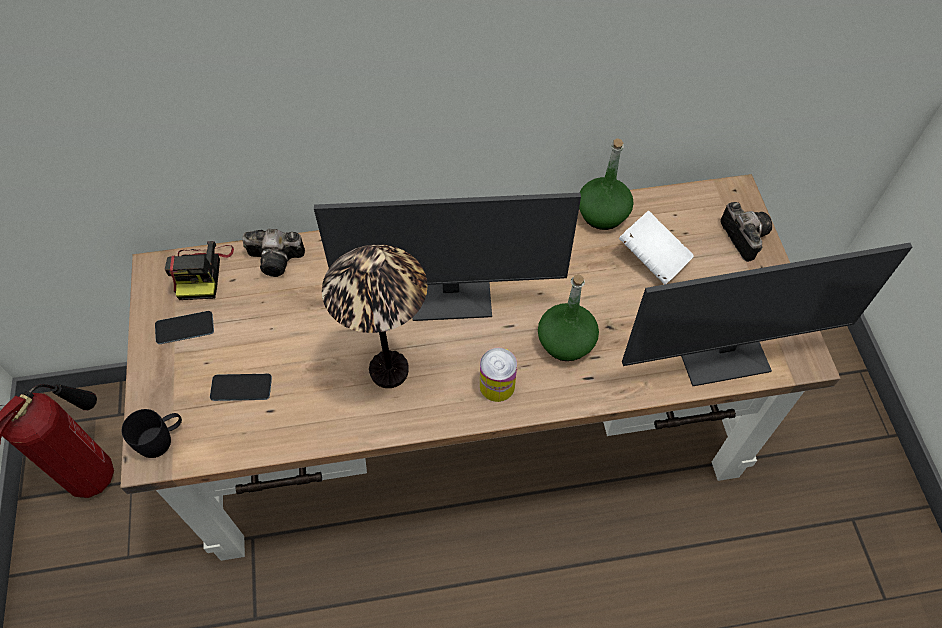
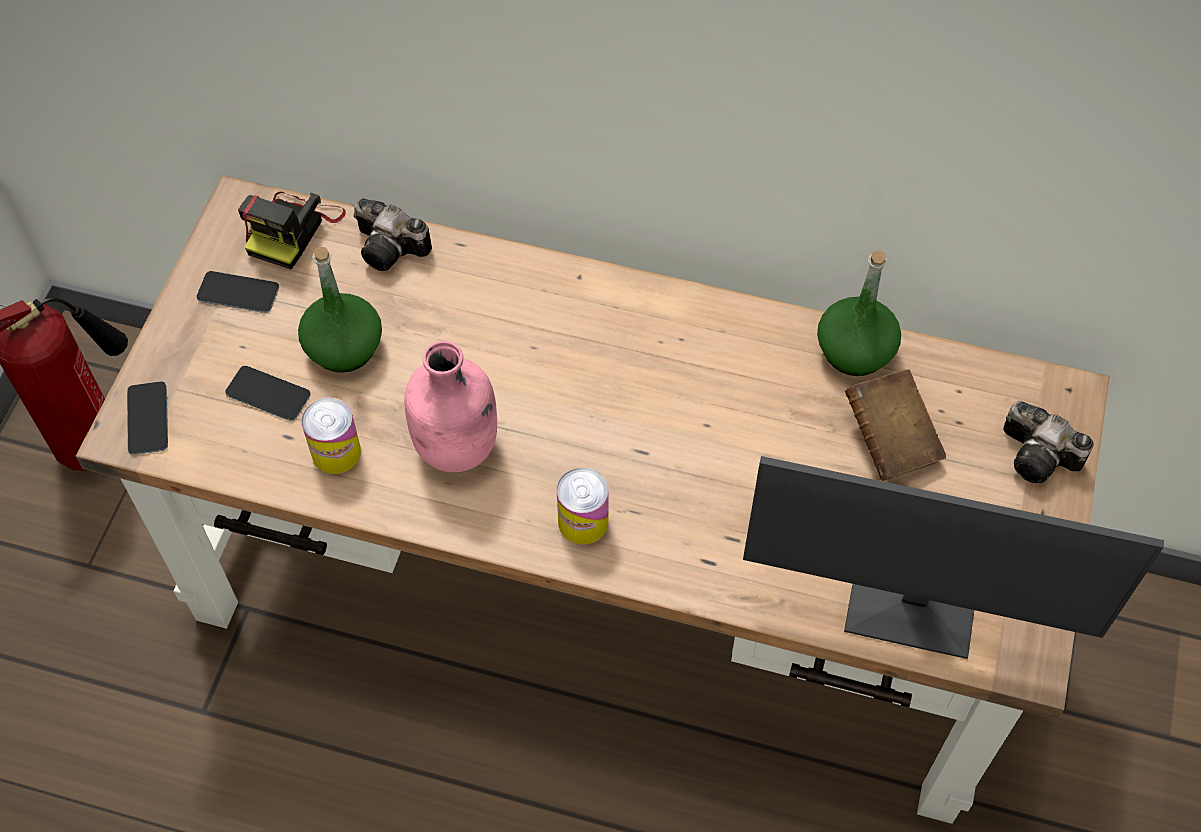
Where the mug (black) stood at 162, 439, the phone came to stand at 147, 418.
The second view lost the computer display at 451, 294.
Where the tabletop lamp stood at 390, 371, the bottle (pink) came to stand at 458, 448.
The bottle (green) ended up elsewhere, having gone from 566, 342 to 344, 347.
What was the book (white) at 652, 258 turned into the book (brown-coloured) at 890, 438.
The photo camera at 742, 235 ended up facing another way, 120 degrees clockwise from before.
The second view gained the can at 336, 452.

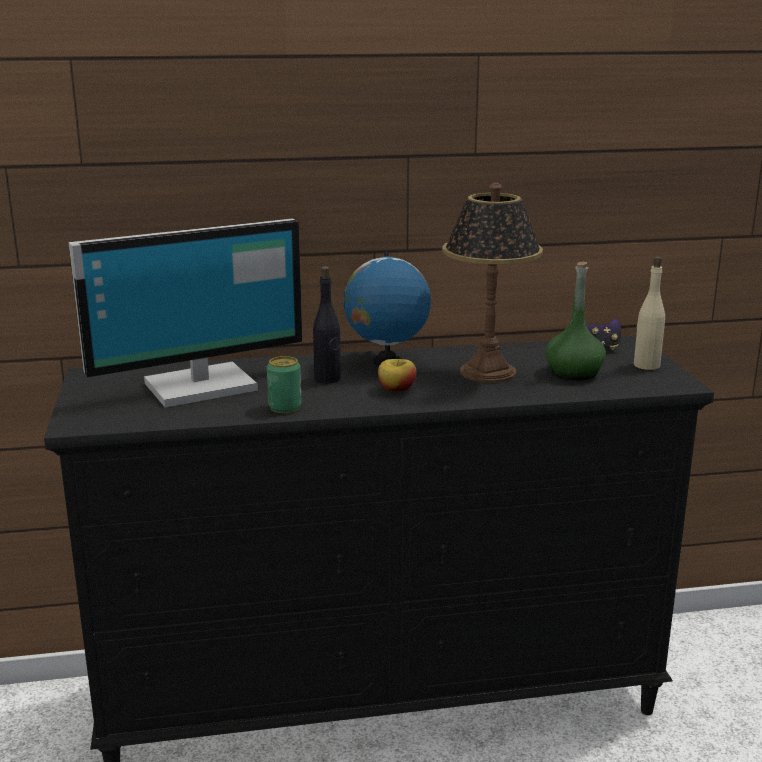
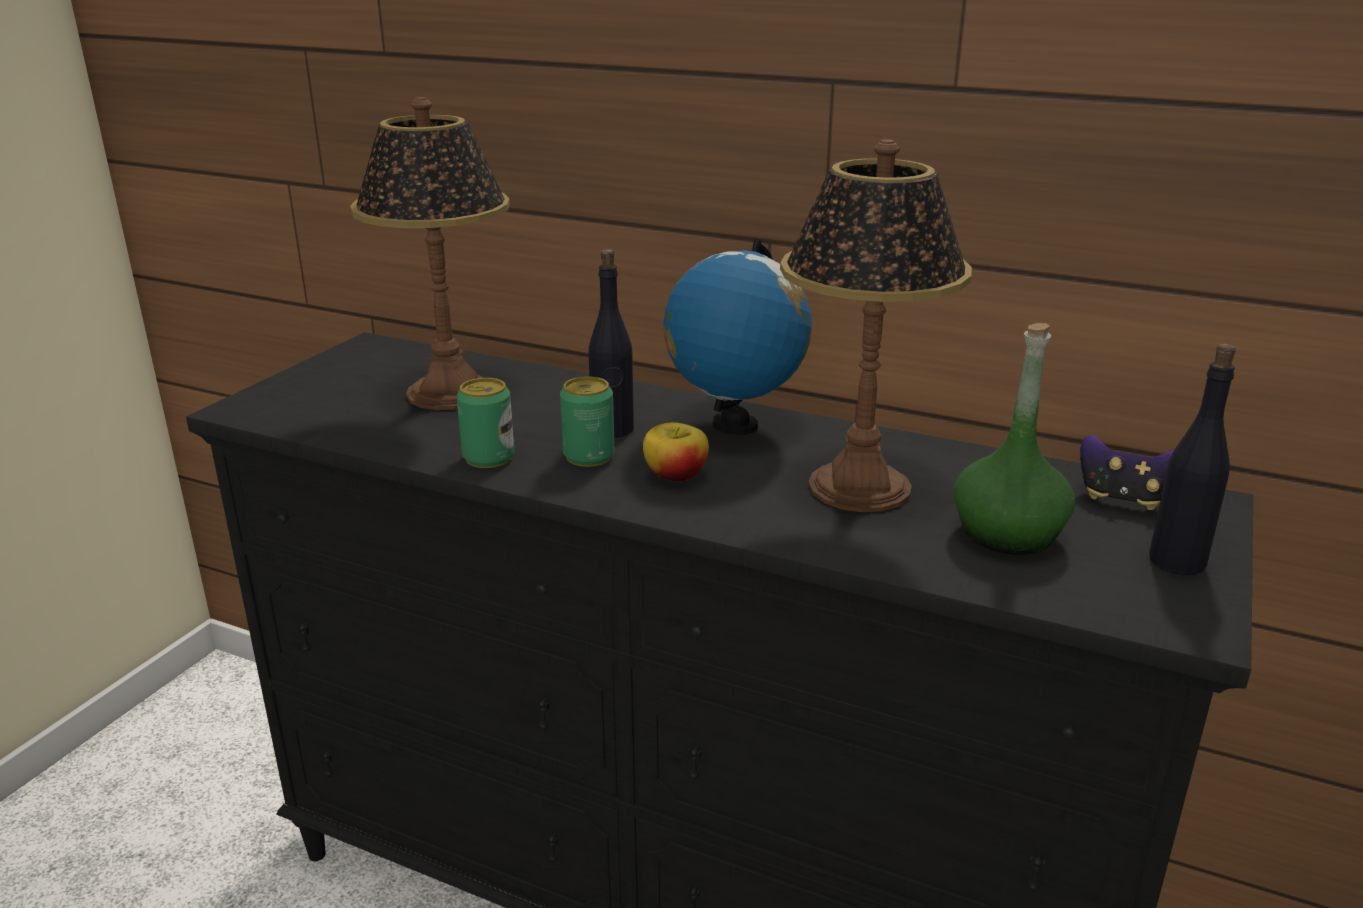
Where the computer display stood at 199, 385, the tabletop lamp came to stand at 450, 393.
What was the bottle (beige) at 646, 365 turned into the bottle (black) at 1176, 561.
The second view gained the can at 589, 456.

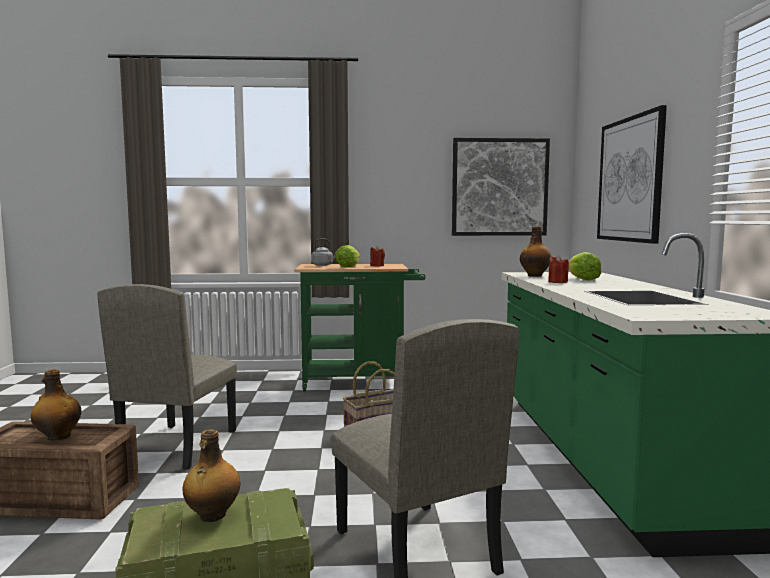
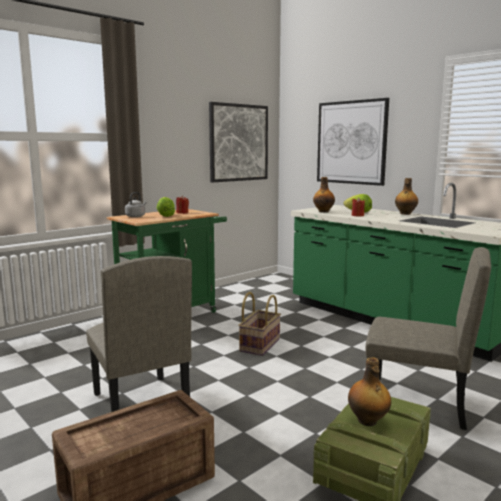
The bottle ended up elsewhere, having gone from 58, 437 to 405, 214.

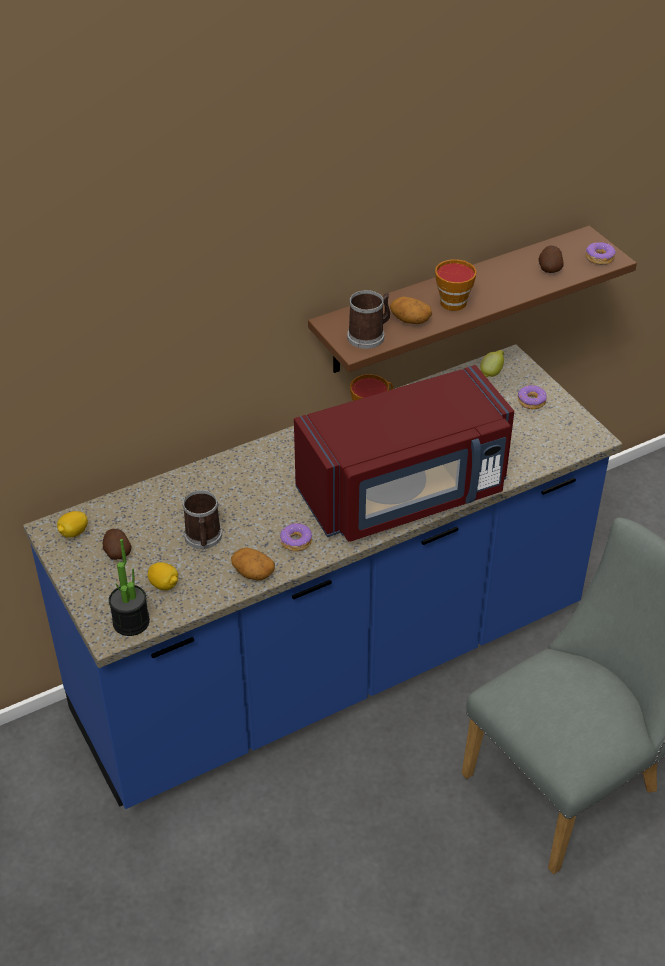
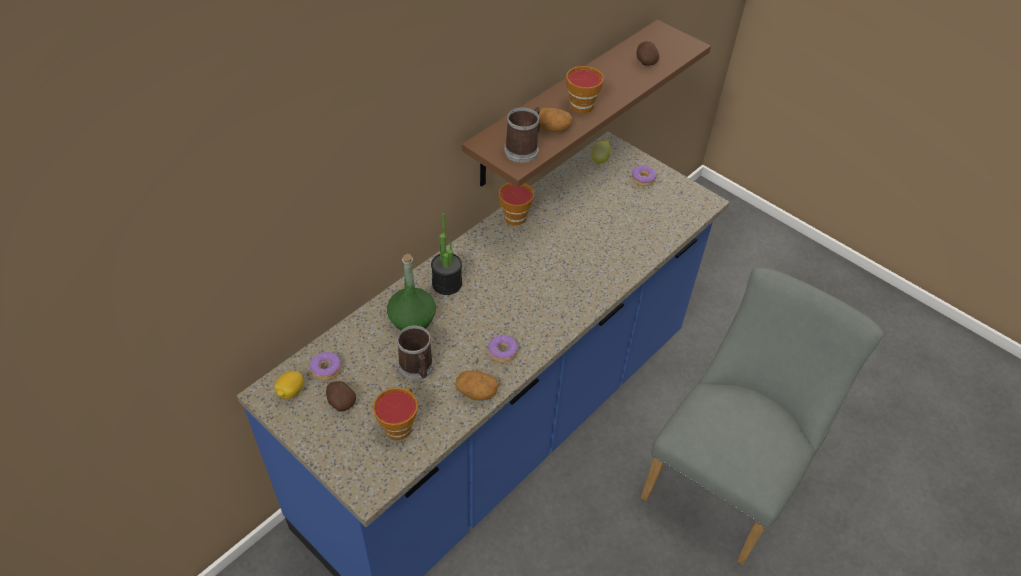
The plant in a pot ended up elsewhere, having gone from 131, 622 to 447, 284.
Where the citrus fruit stood at 164, 585, the cup came to stand at 399, 425.
The second view lost the kitchen microwave (red-coloured) at 405, 493.
The doughnut ended up elsewhere, having gone from 599, 258 to 326, 369.
The second view gained the bottle (green) at 412, 320.

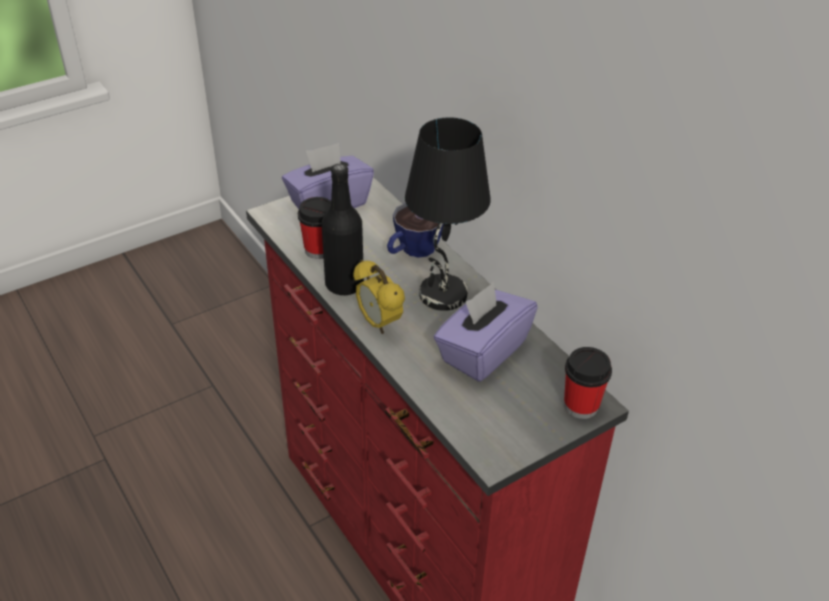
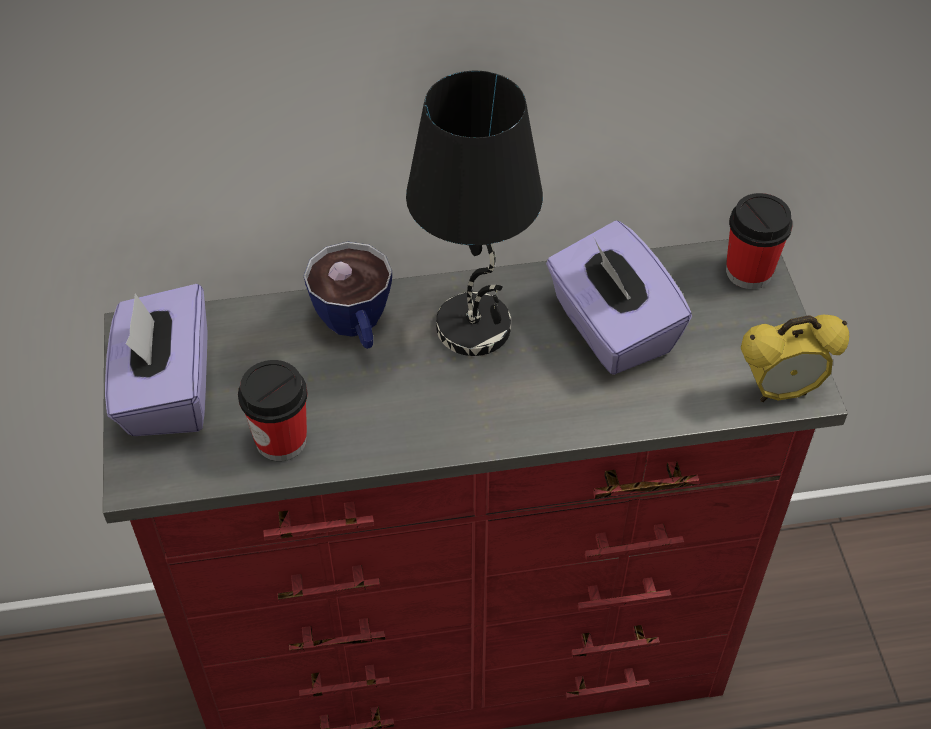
The second view lost the bottle (black) at 344, 284.
The table clock ended up elsewhere, having gone from 379, 323 to 780, 391.

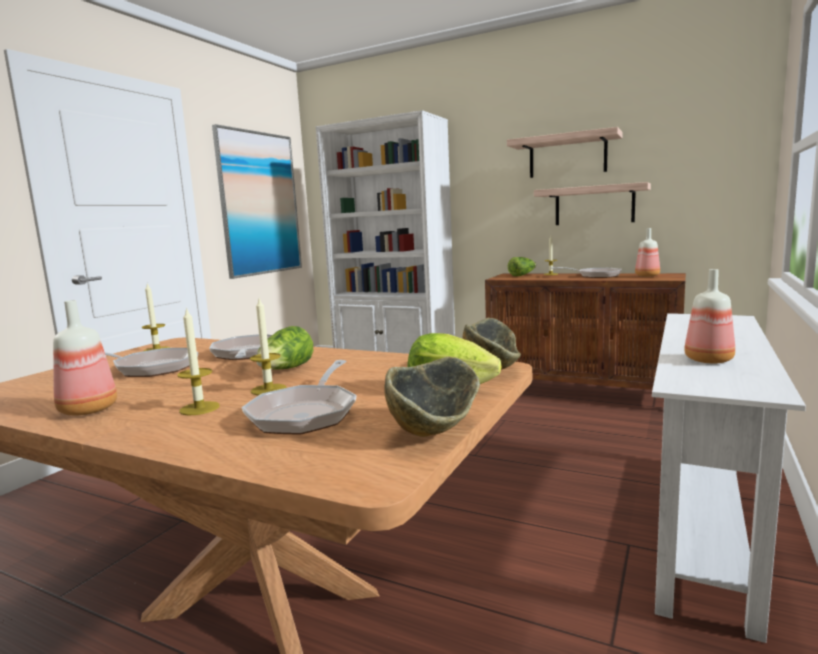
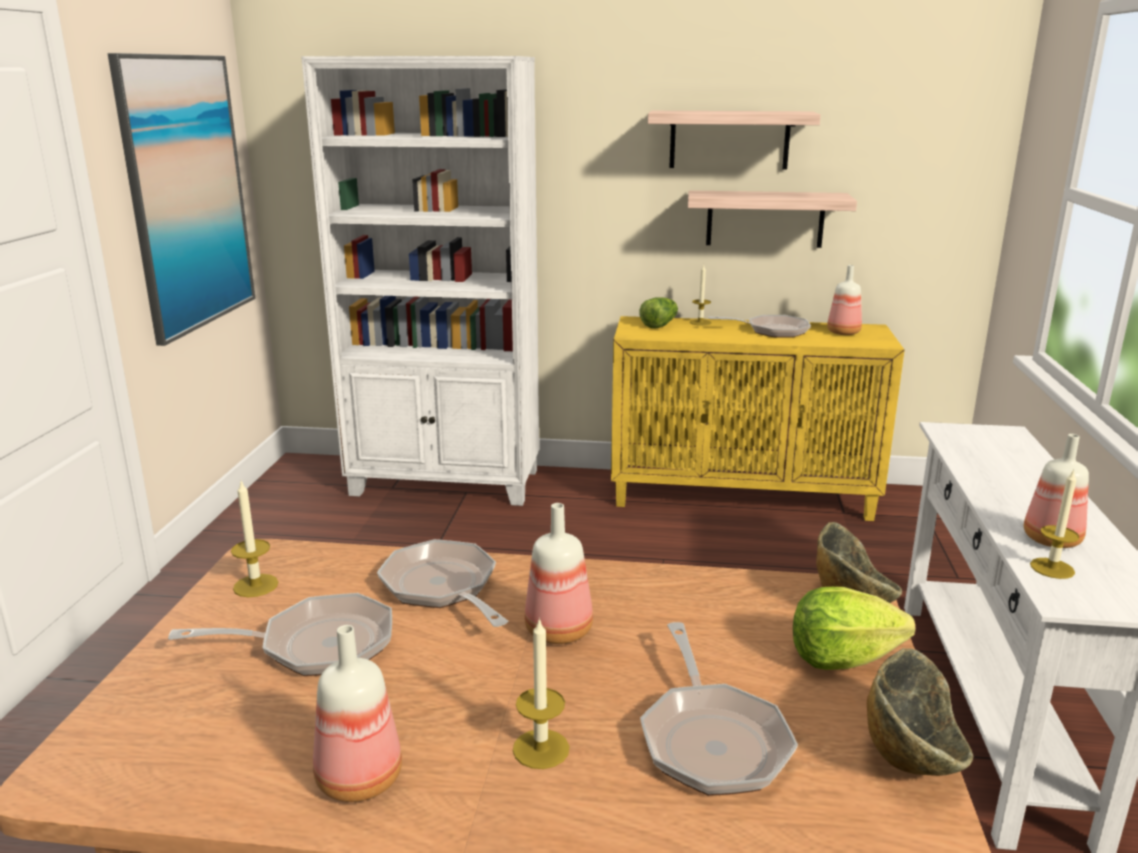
The candle ended up elsewhere, having gone from 268, 389 to 1052, 568.
Where the head of lettuce stood at 286, 370, the bottle came to stand at 560, 630.
What was the cupboard (brown-coloured) at 582, 393 turned into the cupboard (yellowish) at 742, 496.

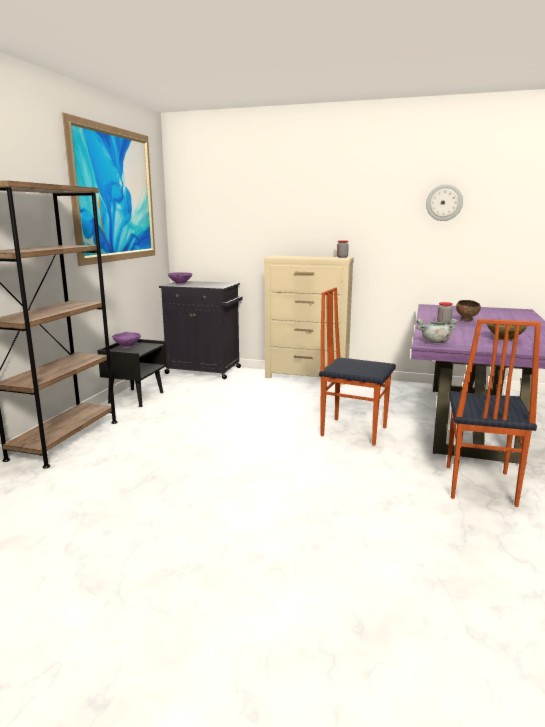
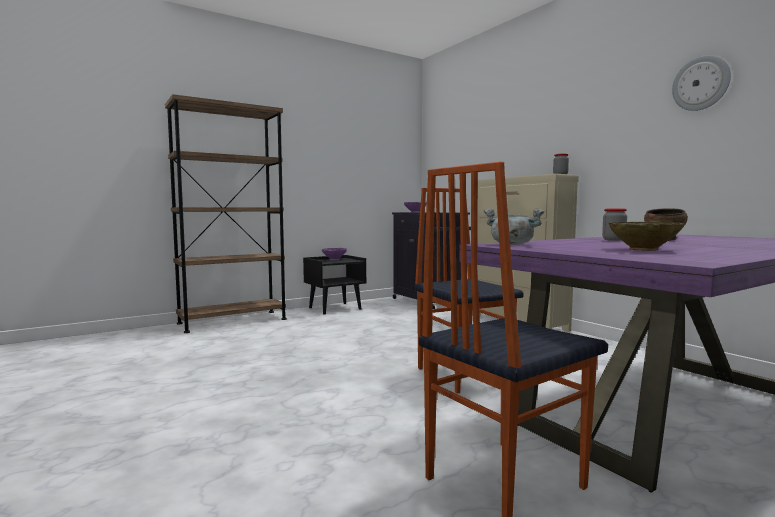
The second view lost the picture at 115, 195.

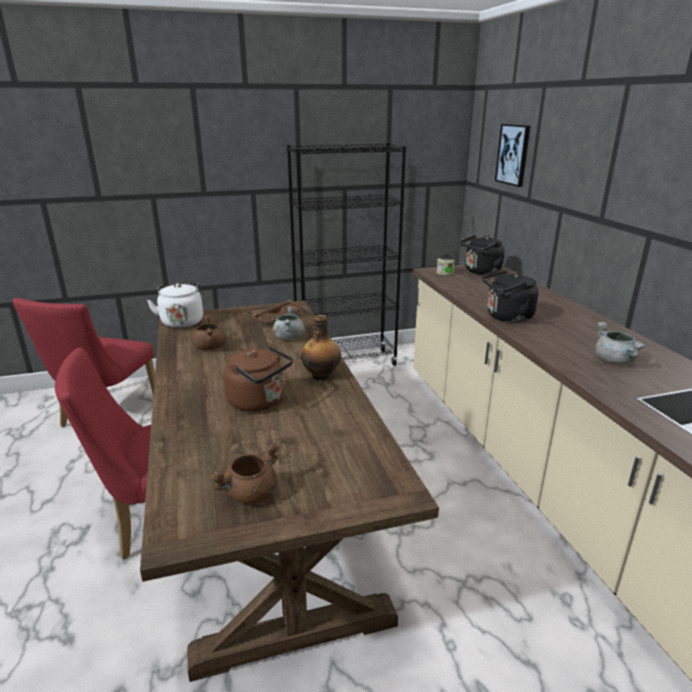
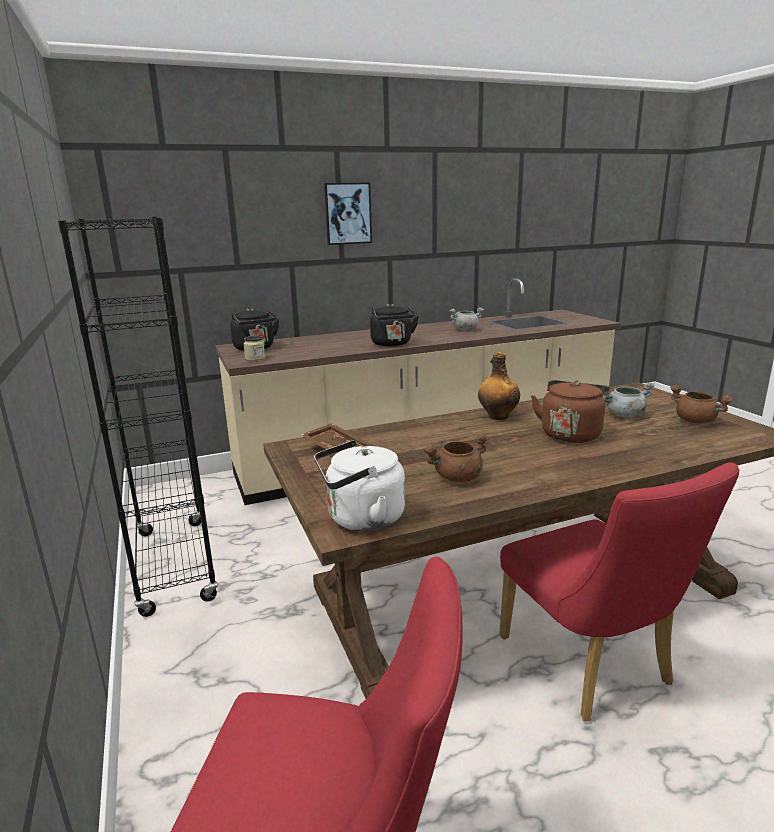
The cooking pot (gray) ended up elsewhere, having gone from 288, 337 to 624, 415.
The picture ended up elsewhere, having gone from 513, 154 to 348, 213.

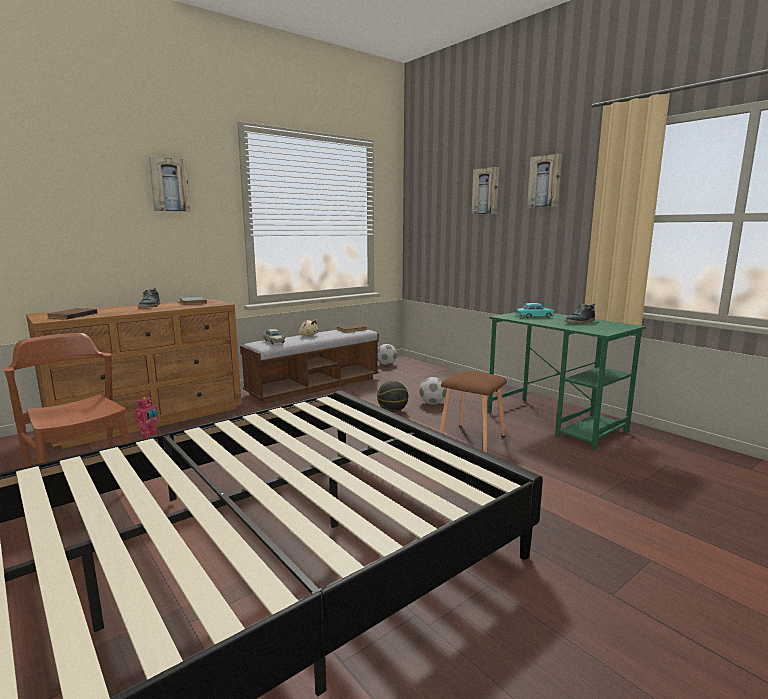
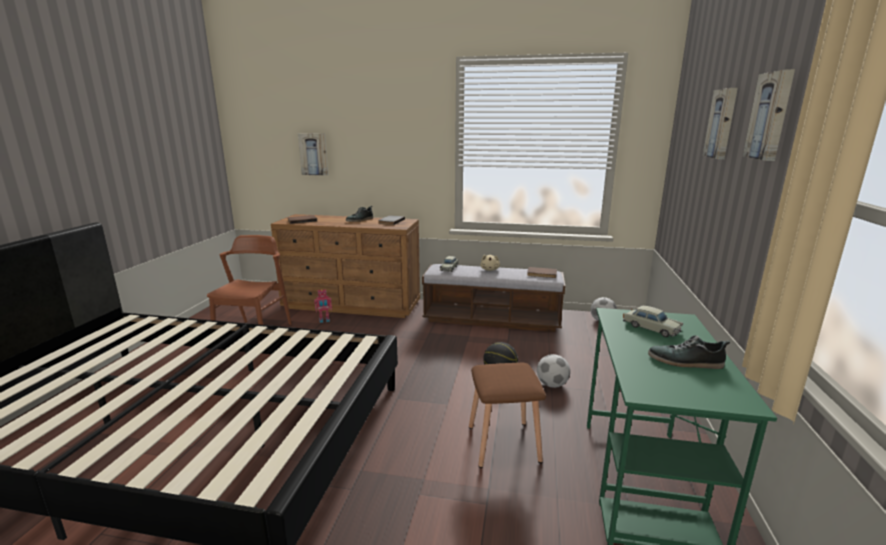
The picture ended up elsewhere, having gone from 169, 185 to 314, 154.
What was the miniature car (turquoise-coloured) at 534, 316 turned into the miniature car (beige) at 651, 328.

